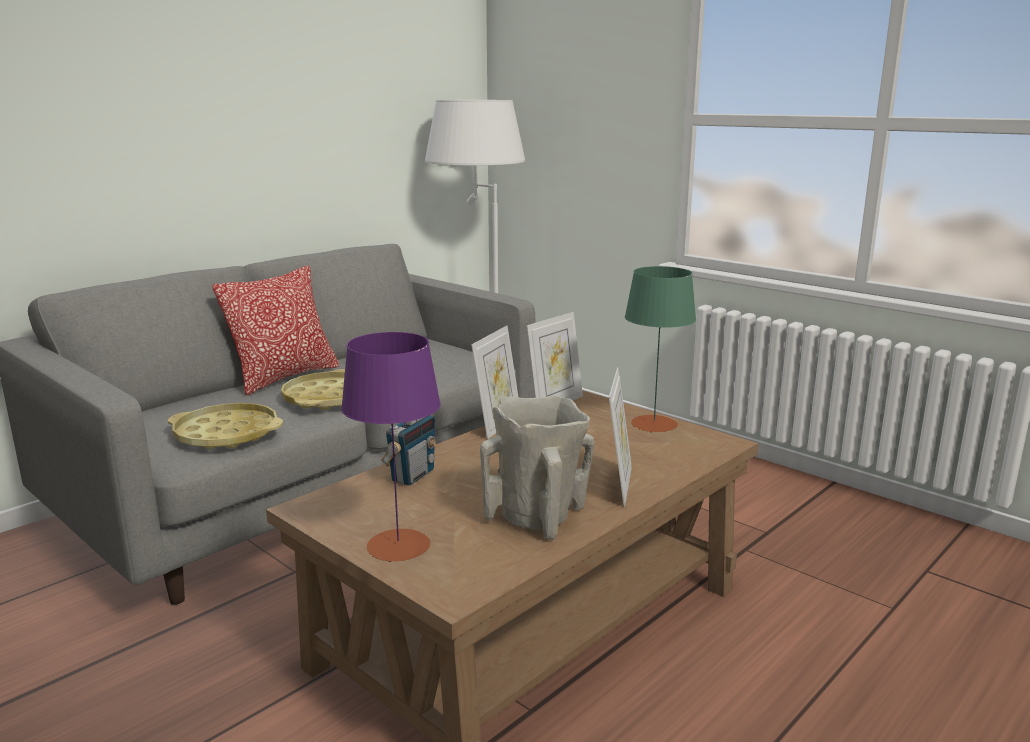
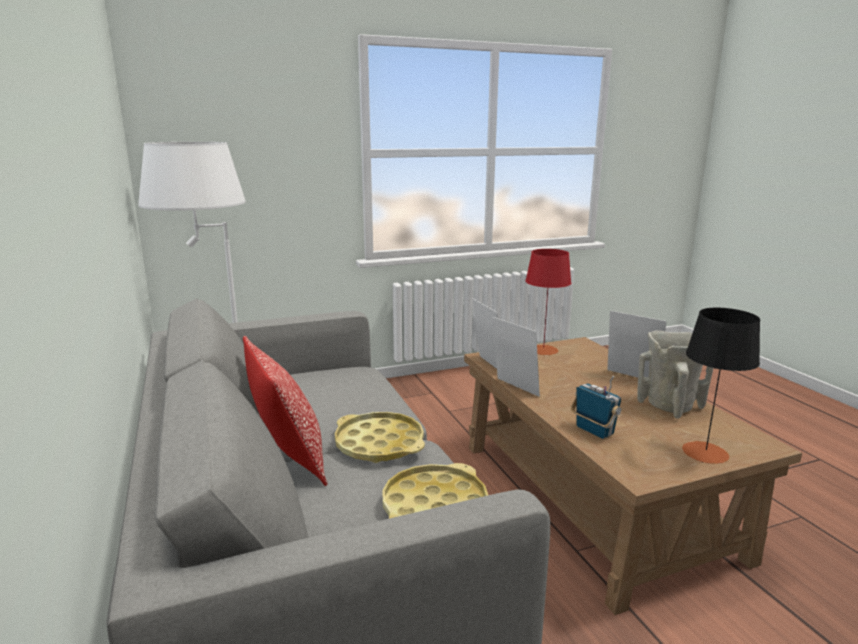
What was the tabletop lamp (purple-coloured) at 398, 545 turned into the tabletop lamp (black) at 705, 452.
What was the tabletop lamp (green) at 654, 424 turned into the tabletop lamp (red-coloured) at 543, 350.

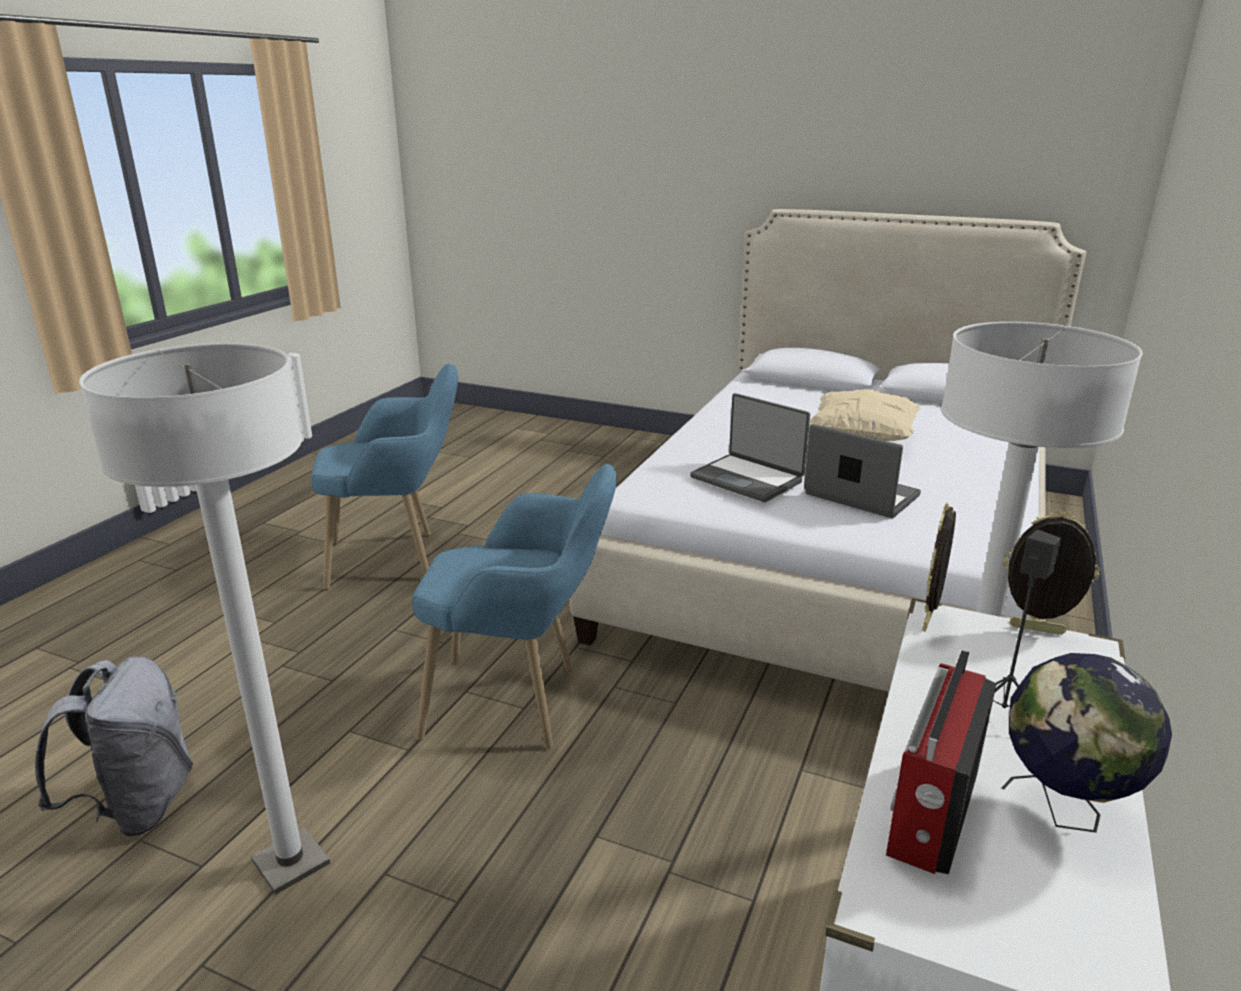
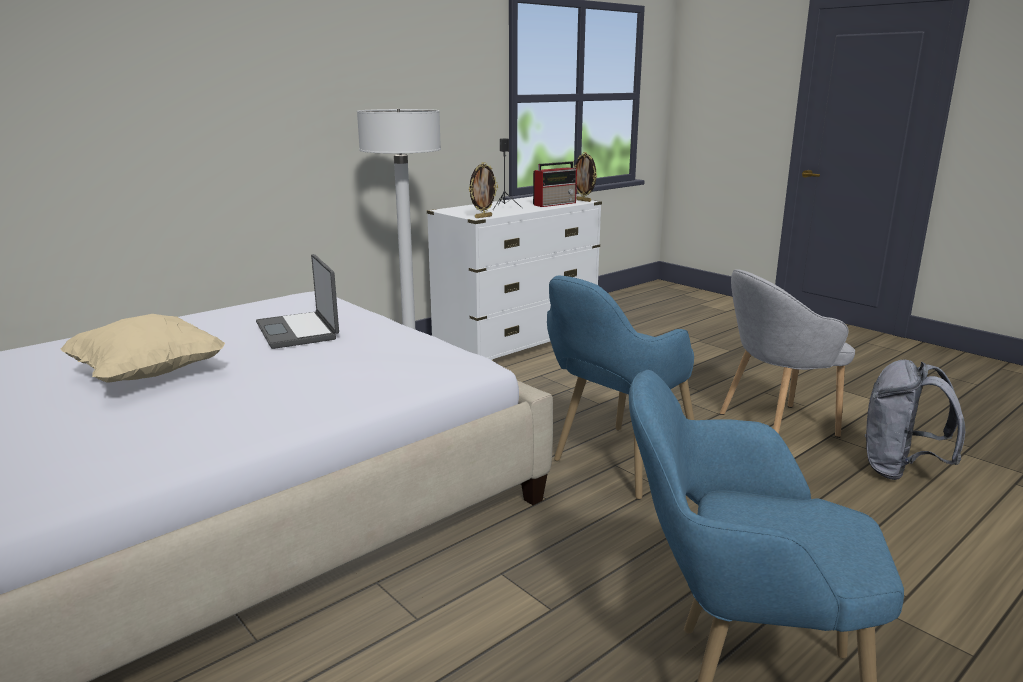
Where the standard lamp (white) stood at 291, 863, the lounge chair (gray) came to stand at 775, 426.
The lounge chair (bluish) at 522, 703 ended up facing another way, 75 degrees counterclockwise from before.
The second view lost the laptop at 748, 479.
The second view lost the globe at 1063, 811.
The picture frame ended up elsewhere, having gone from 1036, 630 to 584, 200.

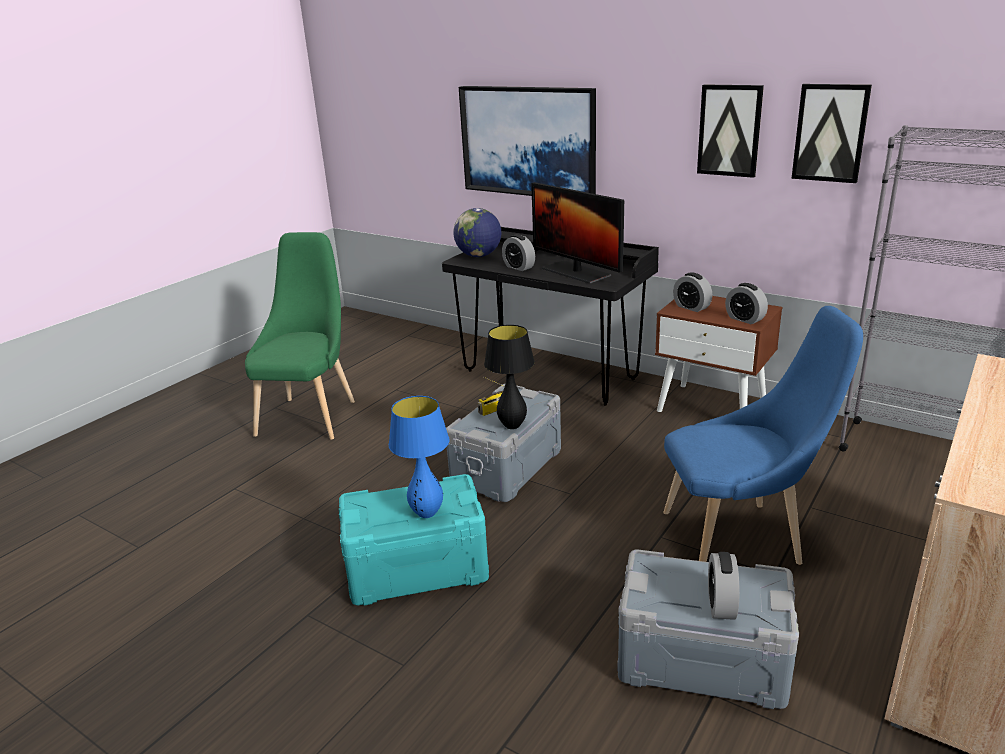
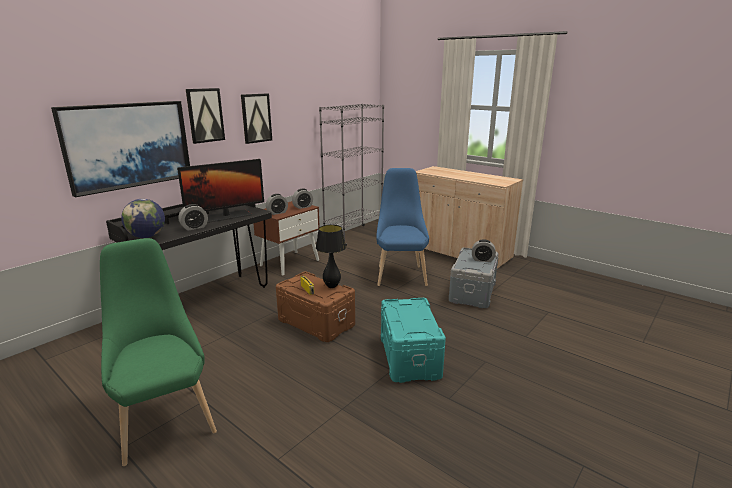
The chair (green) at 311, 415 ended up facing another way, 45 degrees clockwise from before.
The second view lost the tabletop lamp (bluish) at 426, 513.
What was the storage box (gray) at 508, 467 turned into the storage box (brown-coloured) at 316, 322.
The picture ended up elsewhere, having gone from 830, 133 to 205, 115.

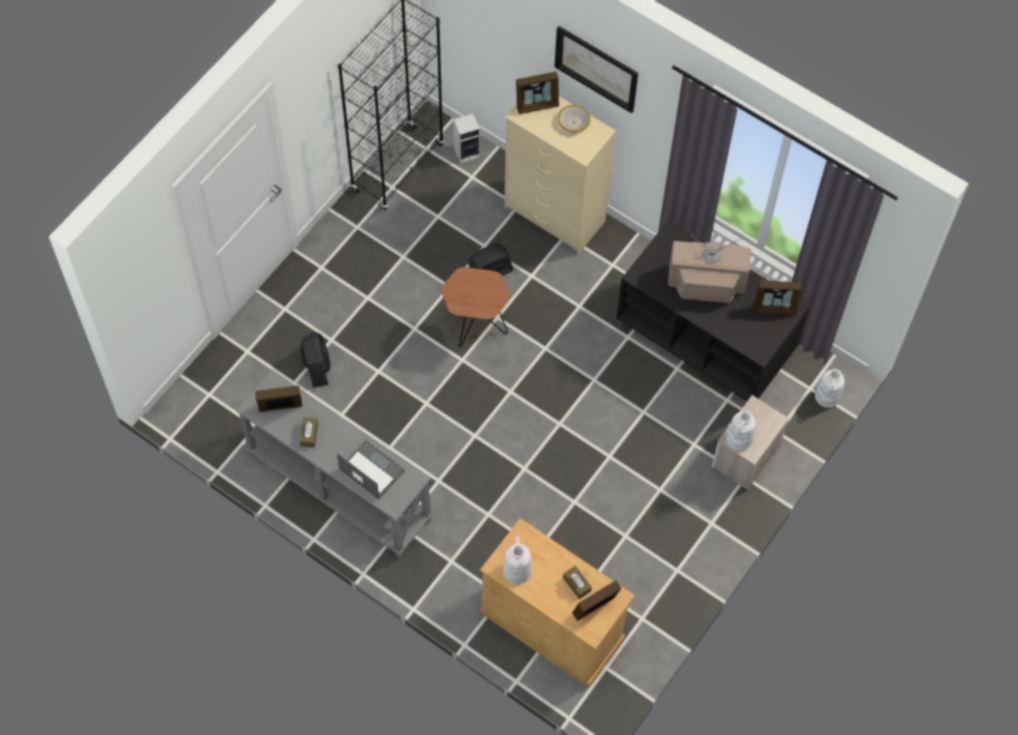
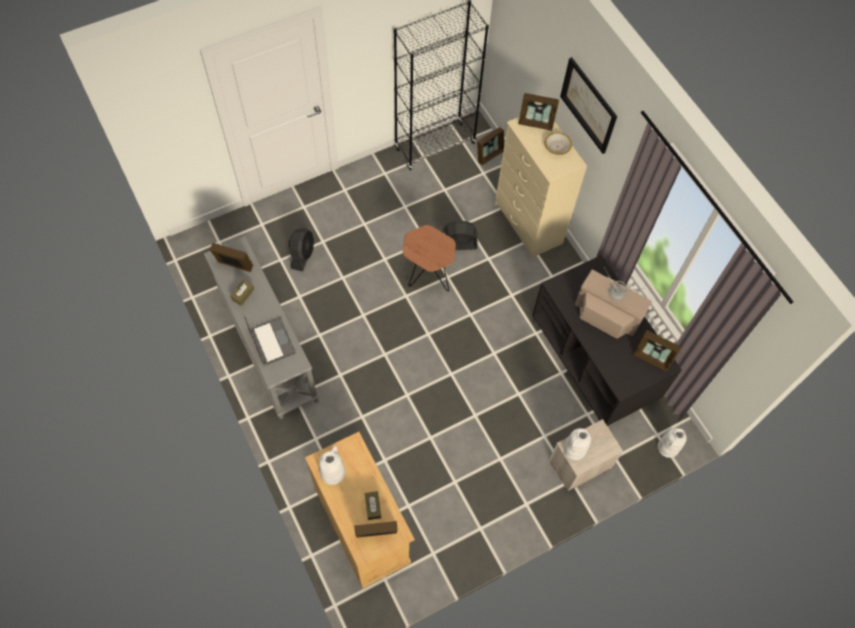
Where the loudspeaker stood at 467, 151, the picture frame came to stand at 489, 155.

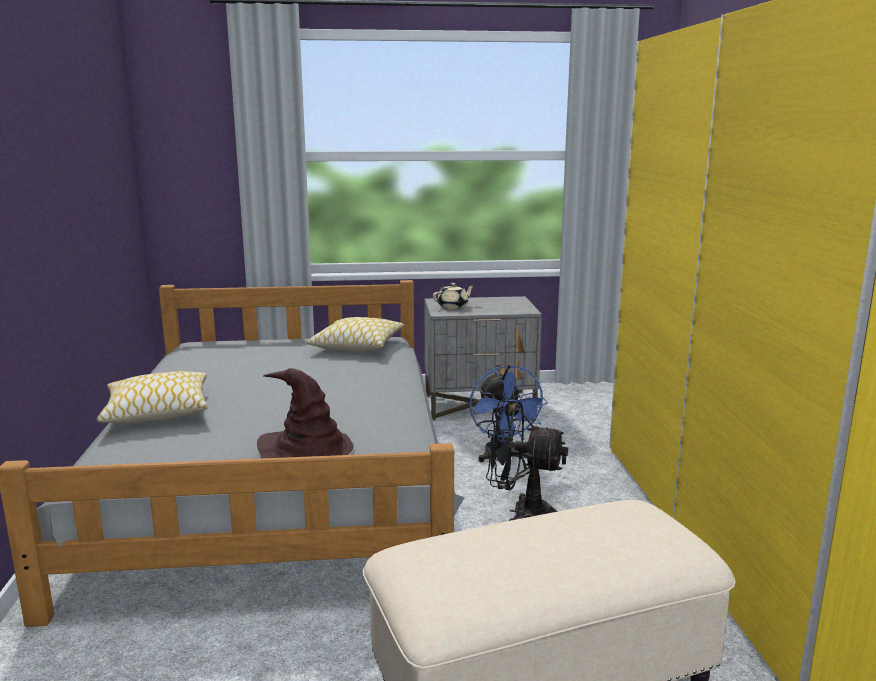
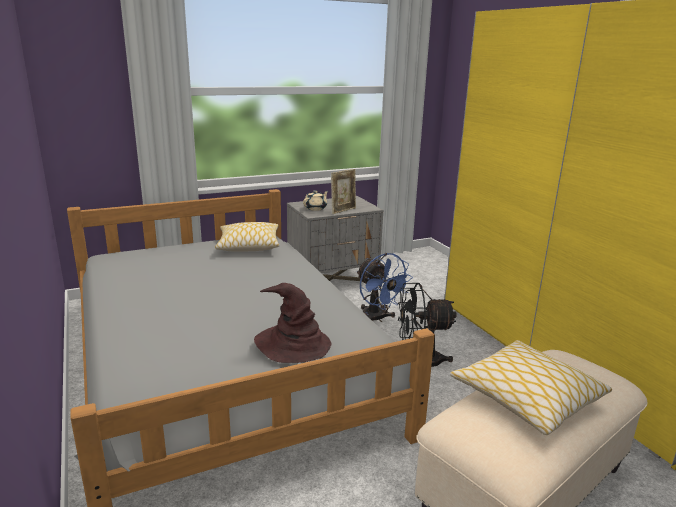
The throw pillow ended up elsewhere, having gone from 157, 412 to 526, 397.
The second view gained the picture frame at 343, 210.

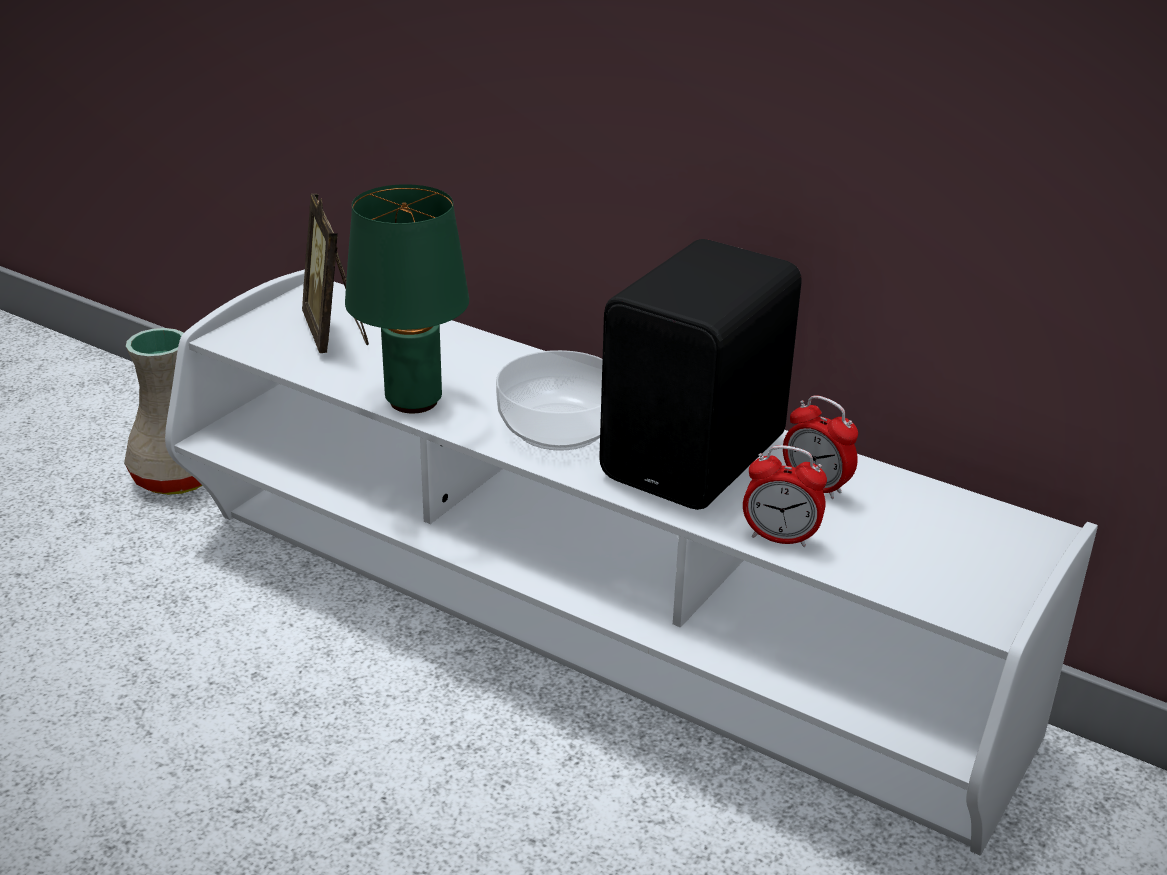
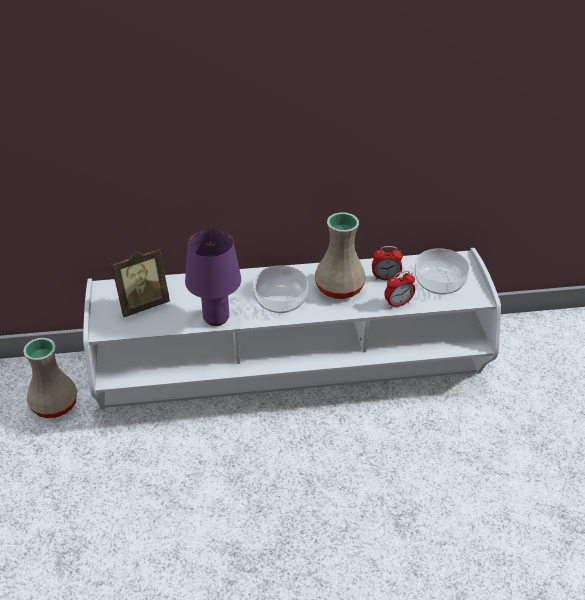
The picture frame at 336, 333 ended up facing another way, 60 degrees counterclockwise from before.
What was the tabletop lamp (green) at 414, 402 turned into the tabletop lamp (purple-coloured) at 217, 318.
Where the loudspeaker (black) stood at 699, 458, the vase (beige) came to stand at 339, 287.
The second view gained the serving bowl at 439, 282.

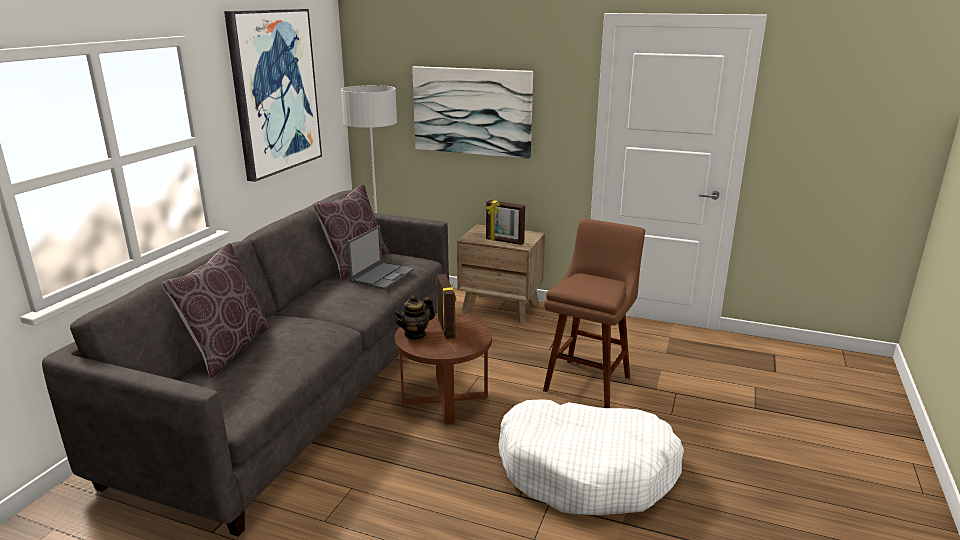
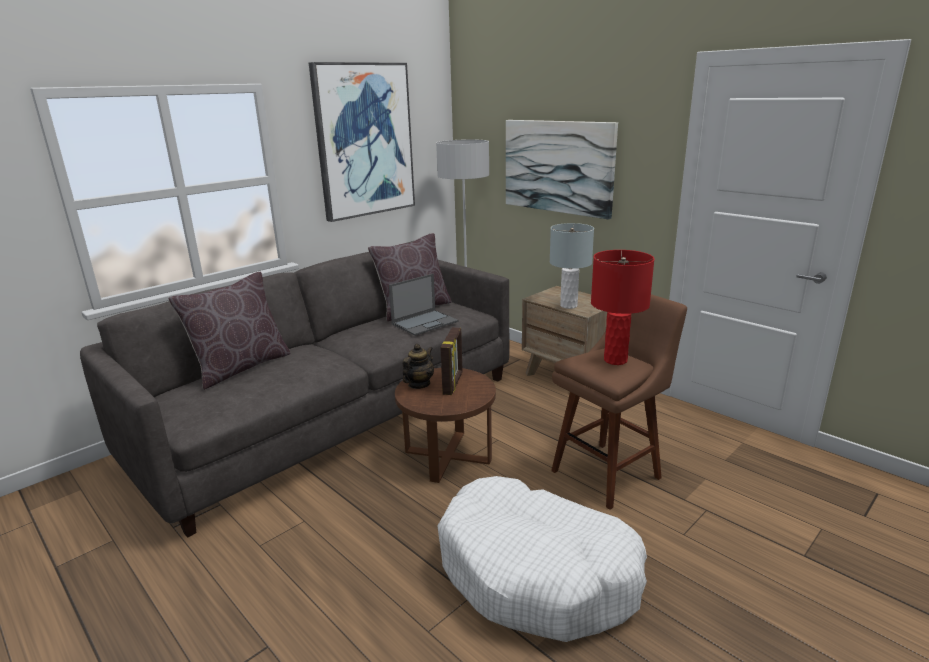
The pot for tea at 415, 334 ended up facing another way, 135 degrees clockwise from before.
Where the picture frame stood at 504, 241, the tabletop lamp (gray) came to stand at 569, 305.
The second view gained the tabletop lamp (red-coloured) at 615, 360.

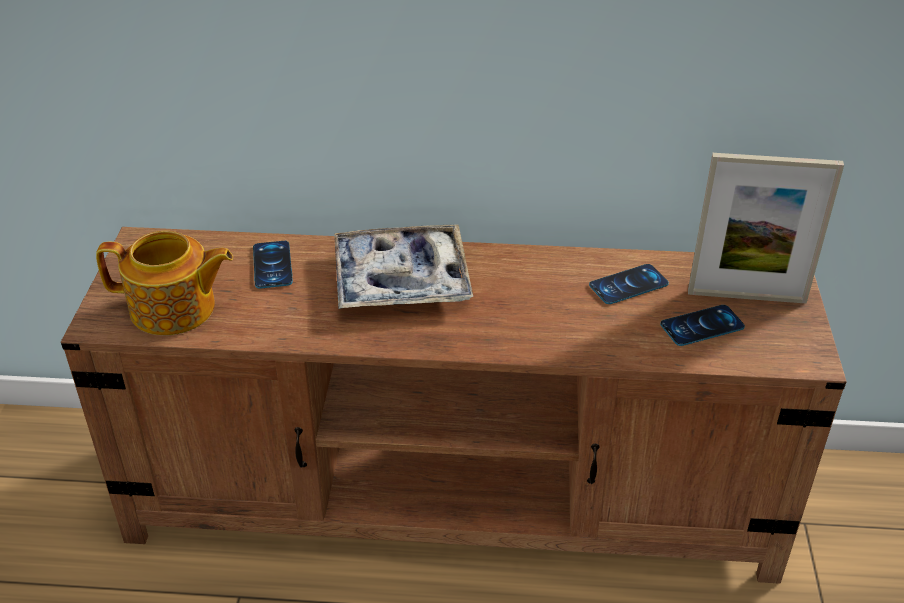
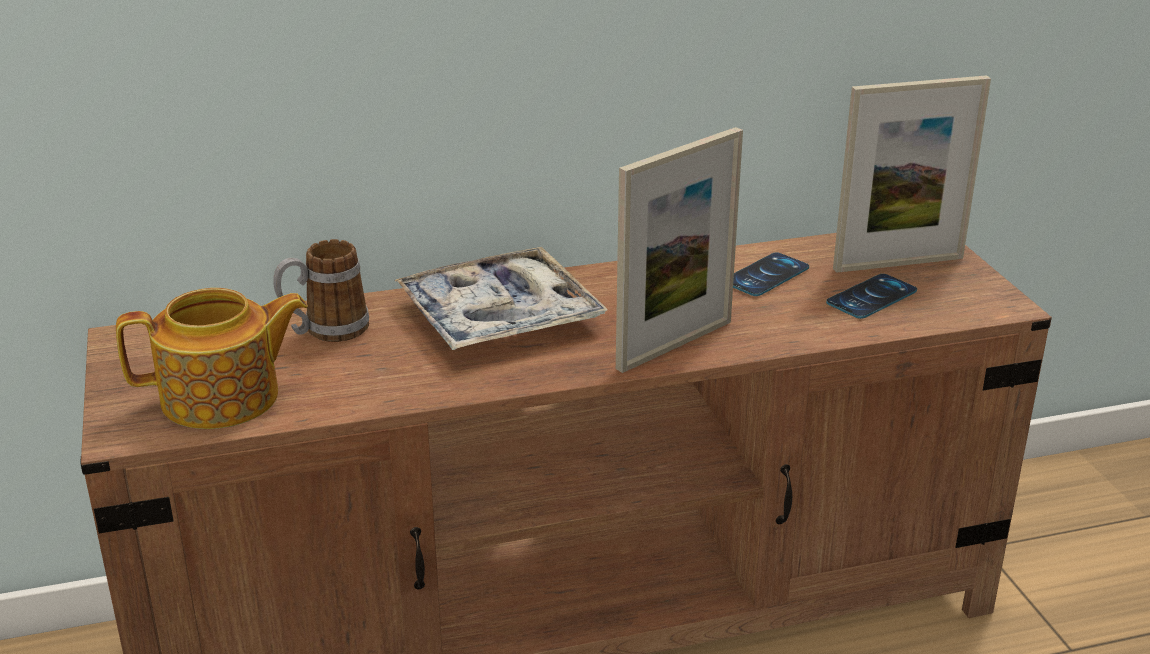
Where the phone stood at 272, 265, the mug came to stand at 325, 331.
The second view gained the picture frame at 674, 345.

